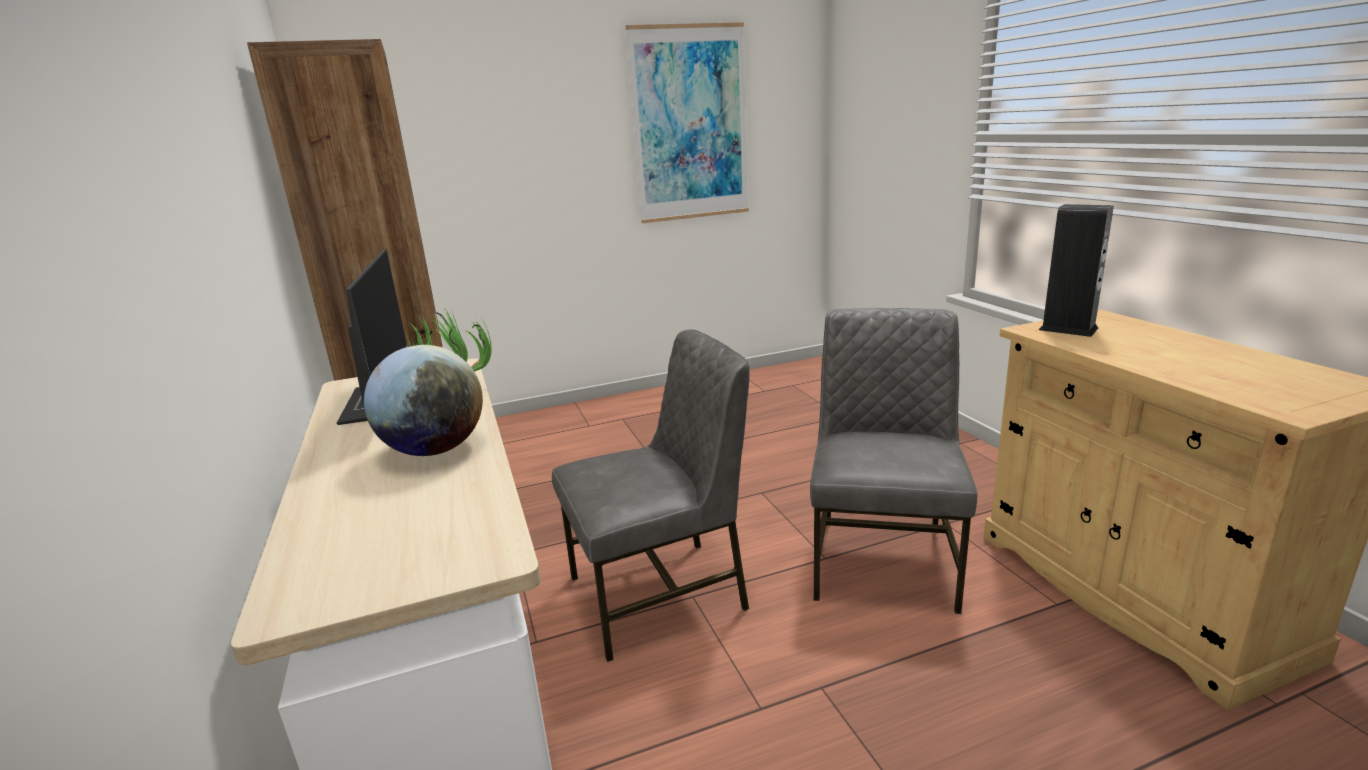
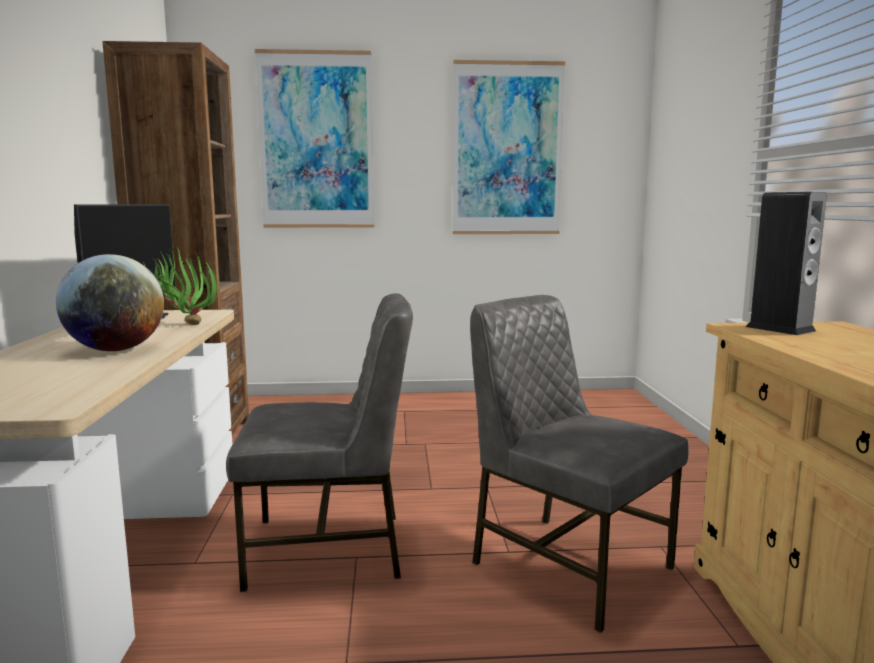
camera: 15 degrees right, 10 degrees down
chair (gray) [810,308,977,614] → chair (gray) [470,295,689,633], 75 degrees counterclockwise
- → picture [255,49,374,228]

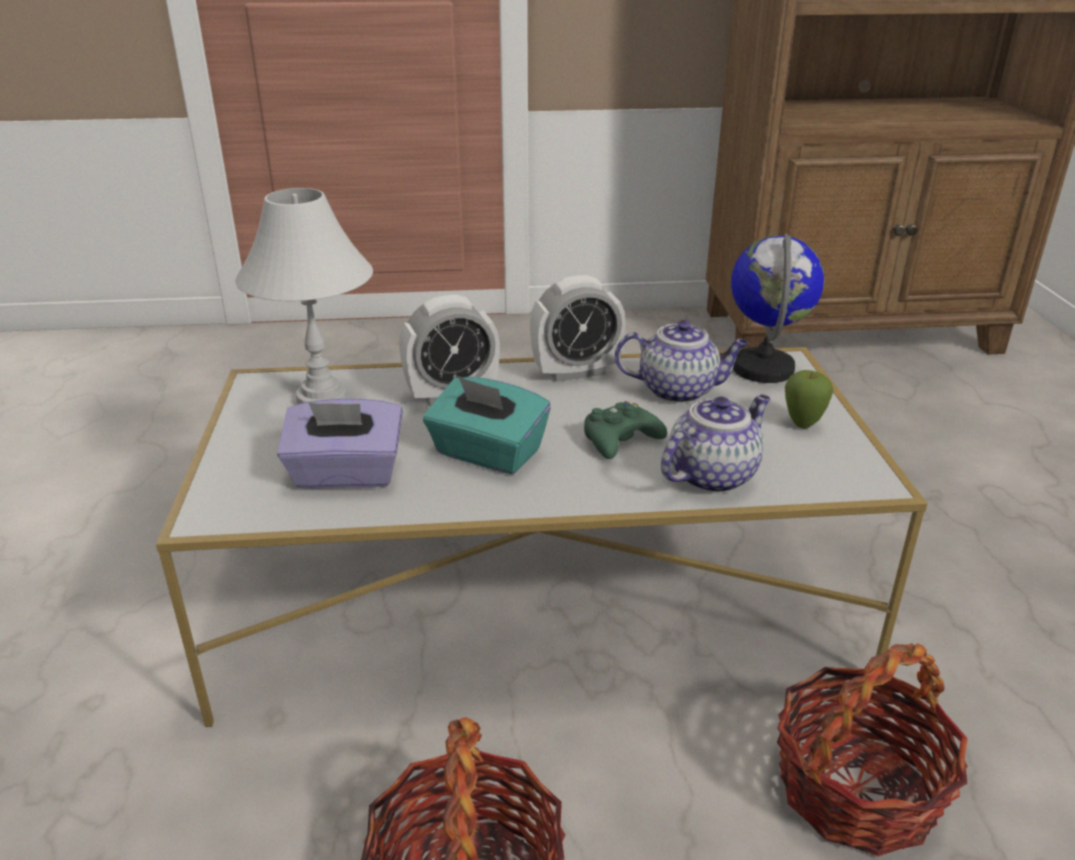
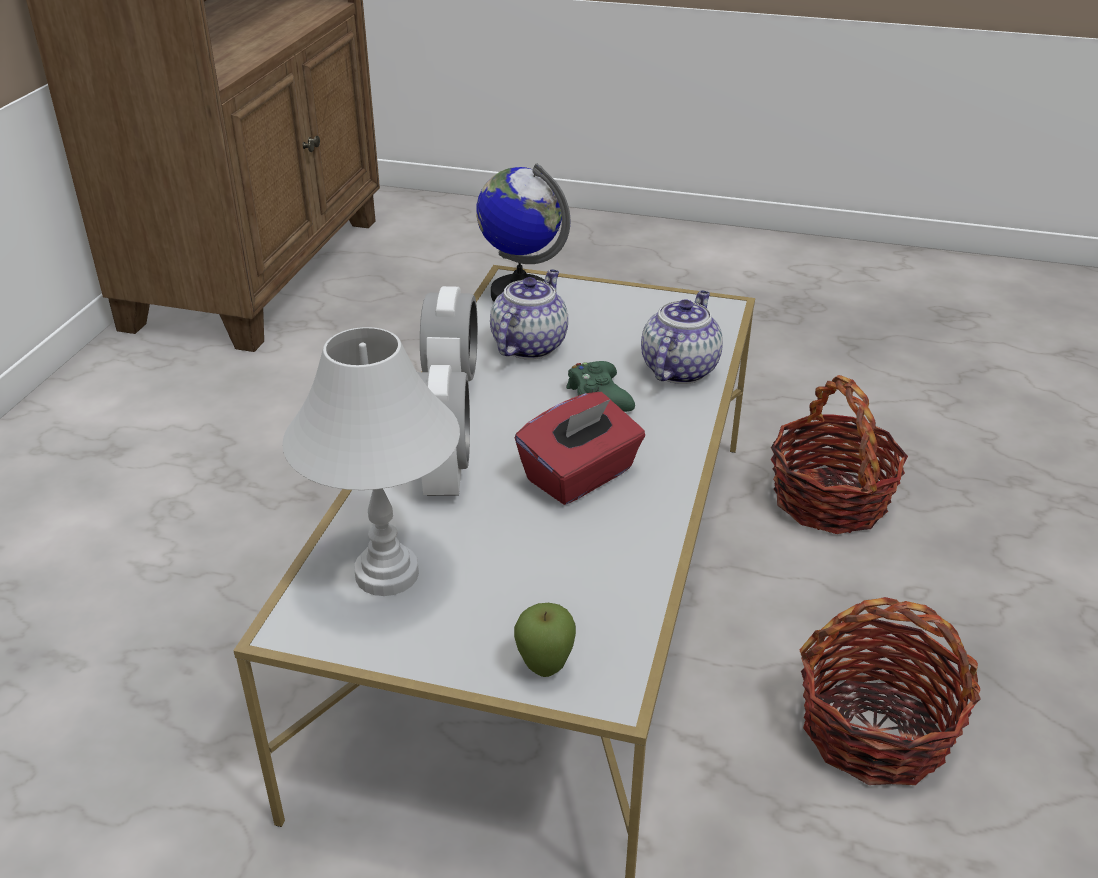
camera: 70 degrees left, 5 degrees up
tissue holder (purple-coloured) [277,398,403,489] → -
tissue holder (blue-green) [423,376,551,474] → tissue holder (red) [515,392,645,505]
teapot [661,395,770,493] → teapot [641,290,723,384], 45 degrees clockwise
whole apple [785,370,833,429] → whole apple [514,603,576,677], move

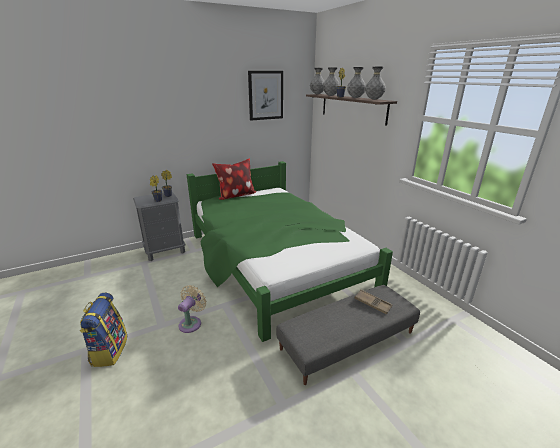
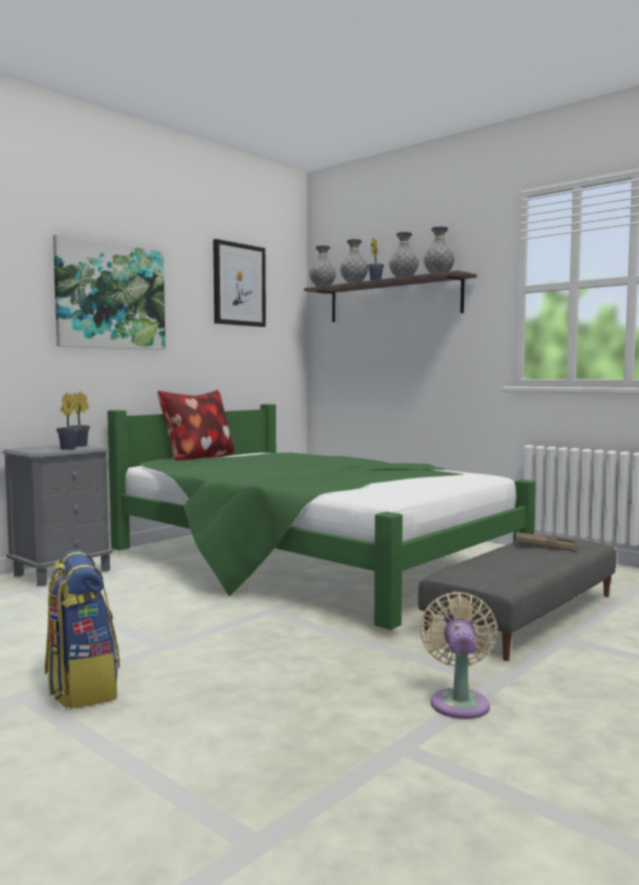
camera: 20 degrees left, 20 degrees down
electric fan (beige-coloured) [178,285,206,333] → electric fan (beige-coloured) [420,592,498,719], move
- → picture [53,235,166,350]

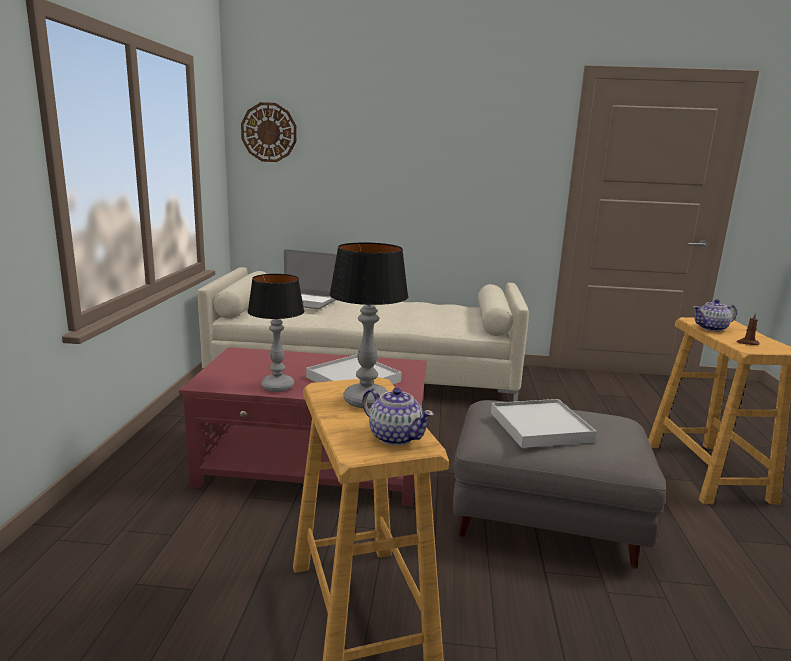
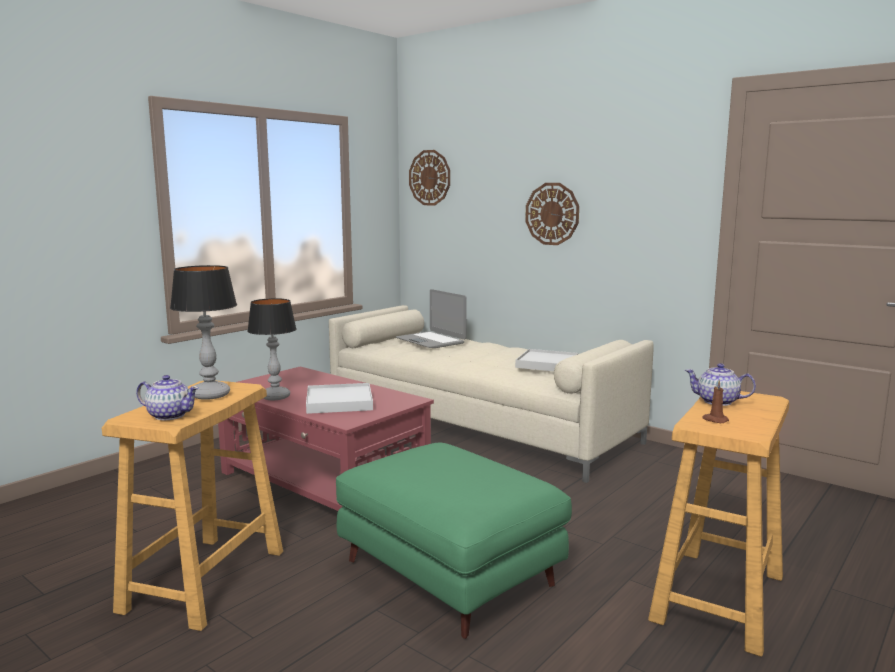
camera: 35 degrees right, 5 degrees down
teapot [362,388,434,446] → teapot [136,375,199,420], 60 degrees counterclockwise
pouffe (gray) [453,400,666,568] → pouffe (green) [336,443,572,639]
tray (whitish) [491,399,597,448] → tray (whitish) [515,349,578,371], move
- → clock on the wall [525,183,579,245]

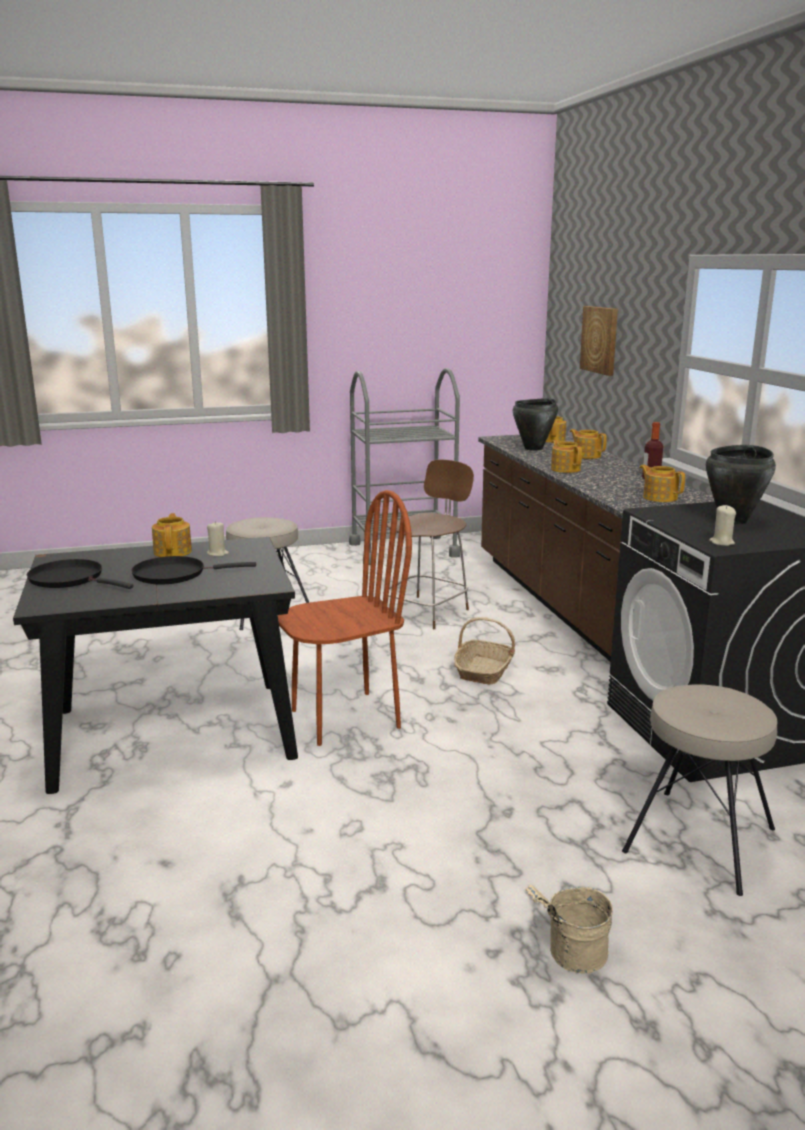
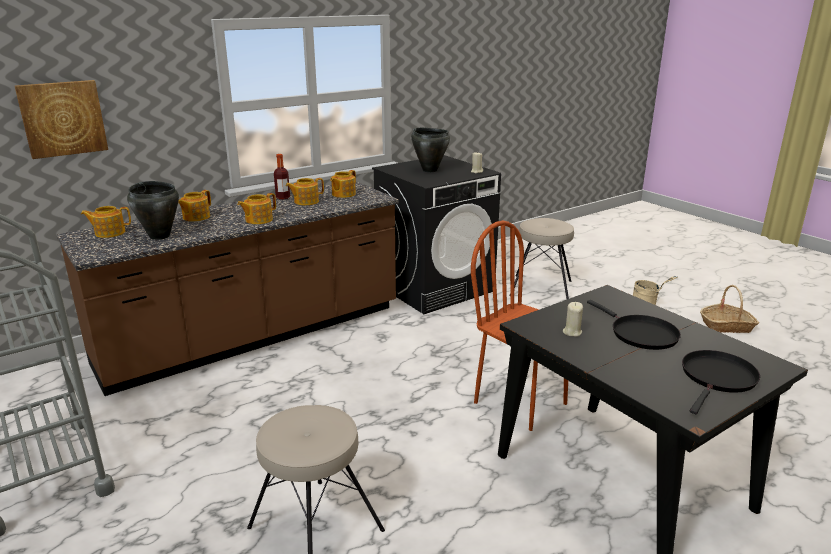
camera: 110 degrees left, 5 degrees up
pan (blackish) [27,559,133,589] → pan (blackish) [682,350,760,414], 150 degrees counterclockwise
teapot [152,513,192,557] → teapot [286,178,324,205], move
chair (brown) [383,459,474,629] → -
household basket [454,617,515,684] → household basket [700,285,759,333], move

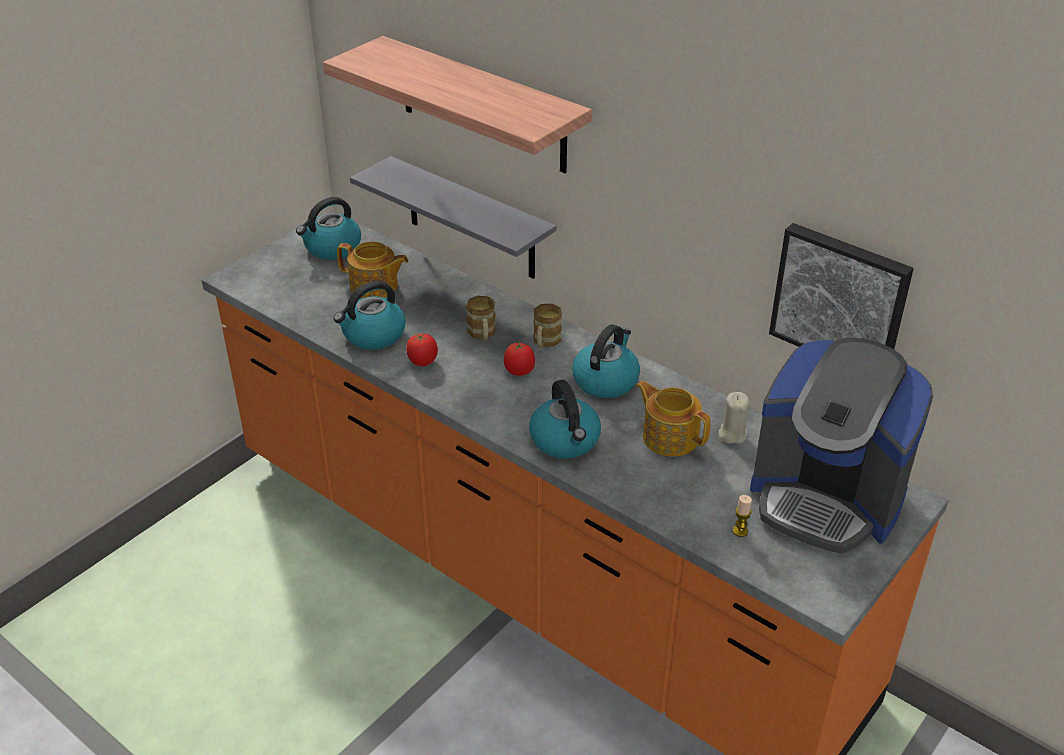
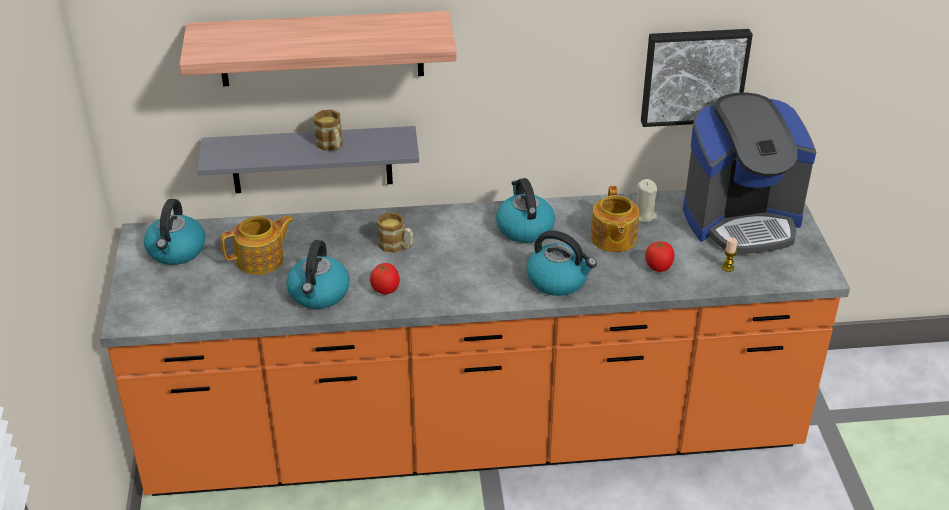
camera: 45 degrees left, 0 degrees up
whole tomato [504,341,535,376] → whole tomato [645,241,675,272], move
mug [533,304,562,348] → mug [314,110,342,151], move
teapot [636,381,711,457] → teapot [591,186,639,252], 90 degrees counterclockwise

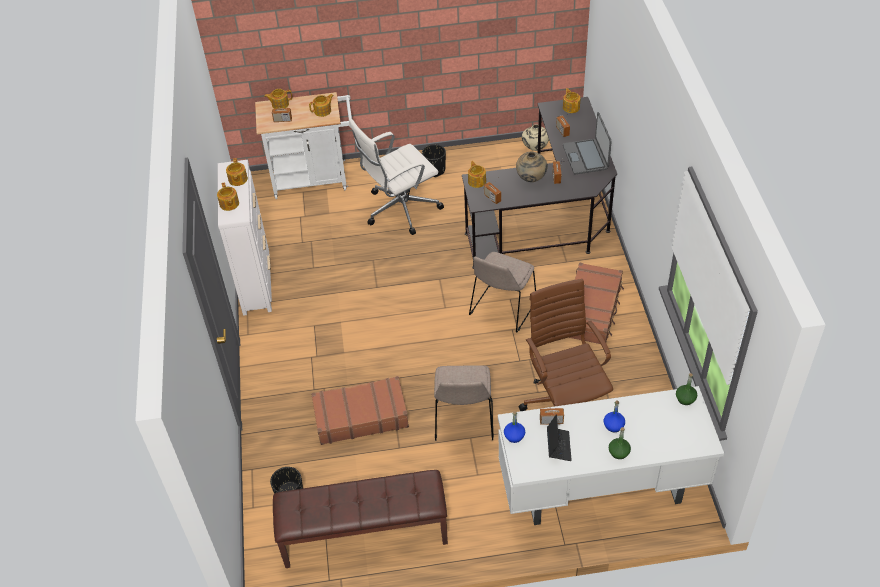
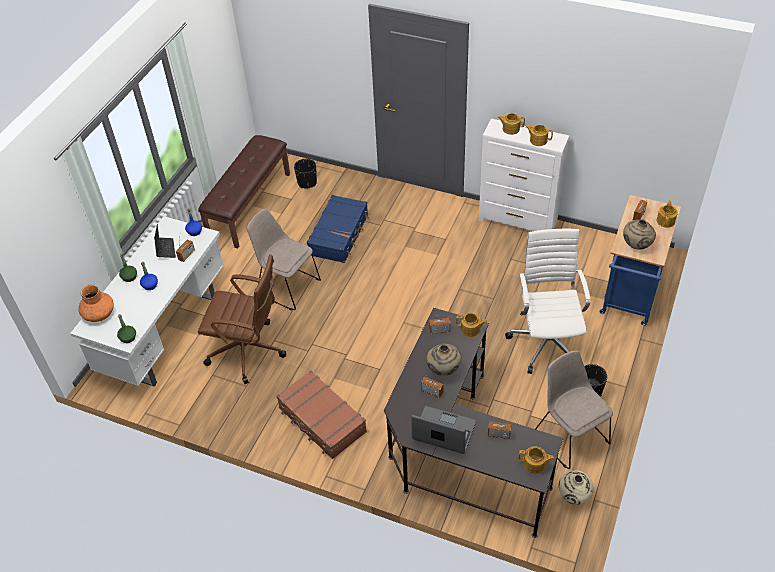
camera: 120 degrees right, 0 degrees up
wheeled cart (whitish) [255,92,352,199] → wheeled cart (blue-coloured) [599,195,681,325]
teapot [309,94,334,117] → decorative vase (beige-coloured) [623,219,656,250]
suitcase (brown) [311,376,409,445] → suitcase (blue-coloured) [307,195,369,263]
chair (beige-coloured) [469,252,536,333] → chair (beige-coloured) [535,350,613,469], move
laptop [547,414,572,461] → laptop [154,224,176,258], 135 degrees counterclockwise
- → decorative vase (orangey) [78,284,114,322]

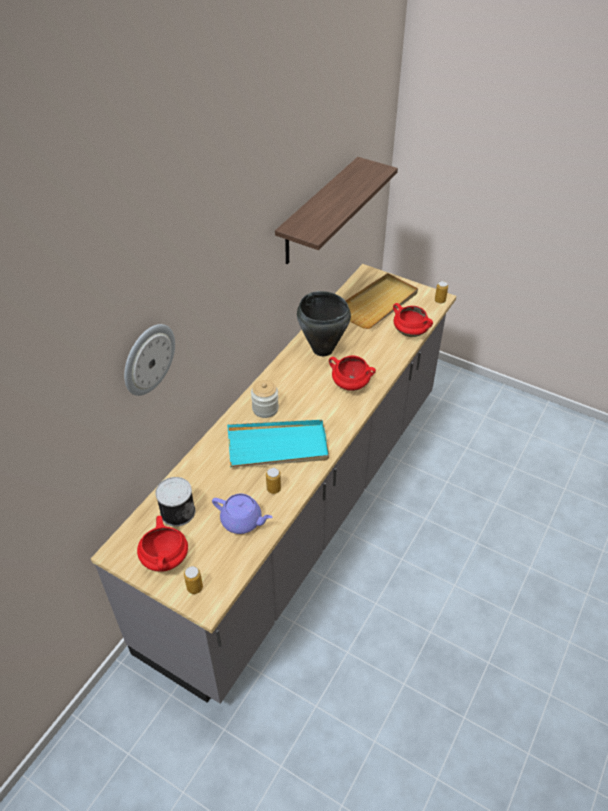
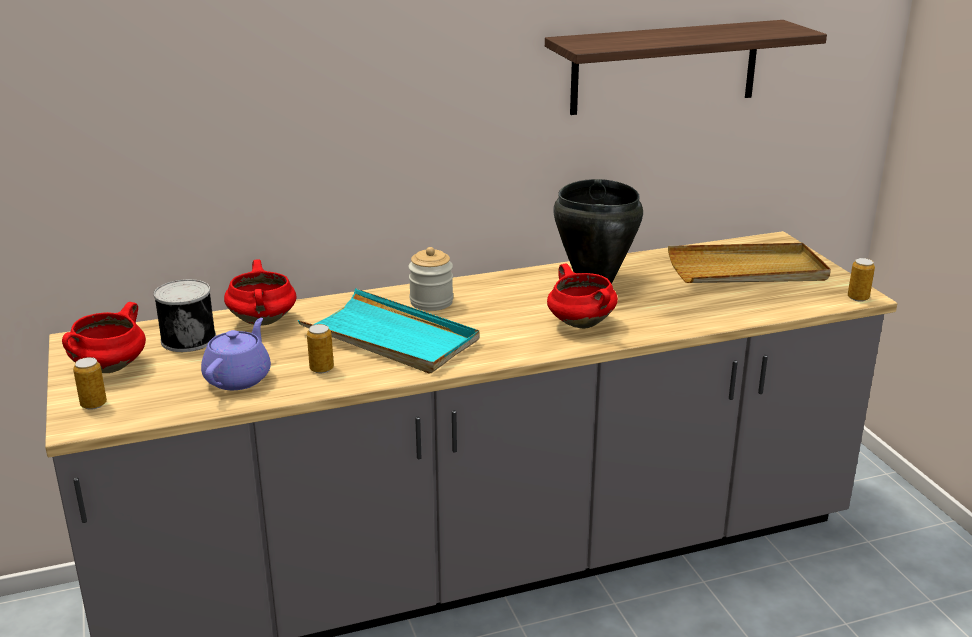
camera: 40 degrees right, 20 degrees down
clock on the wall [124,324,175,396] → -
teapot (purple-coloured) [212,494,273,534] → teapot (purple-coloured) [201,318,271,390], 135 degrees counterclockwise
saucepot (red) [393,303,433,337] → saucepot (red) [224,259,296,325], move

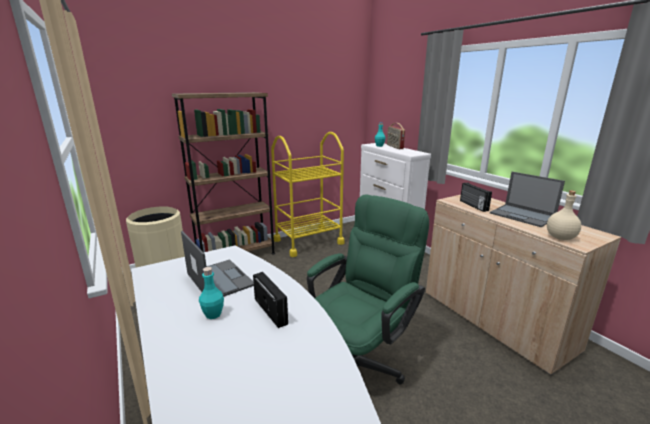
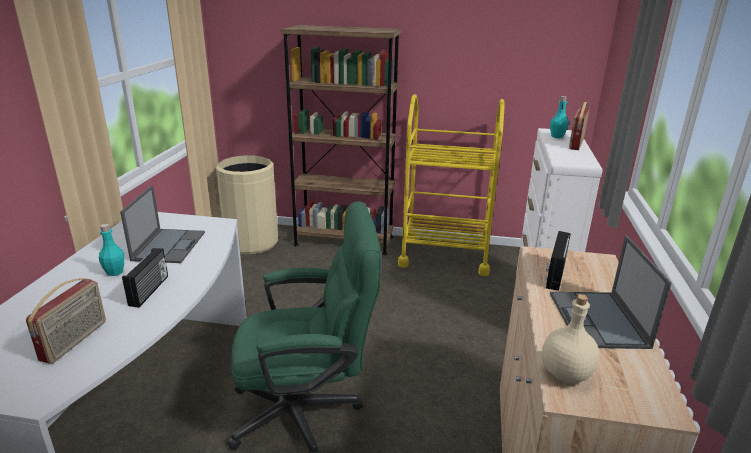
camera: 40 degrees right, 5 degrees up
- → radio set [26,278,106,364]

